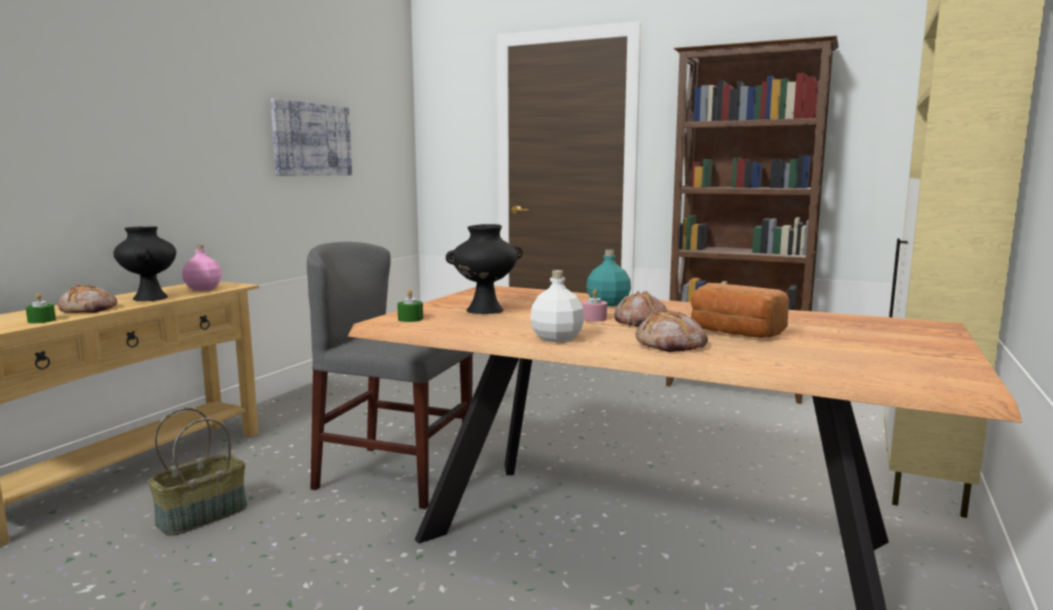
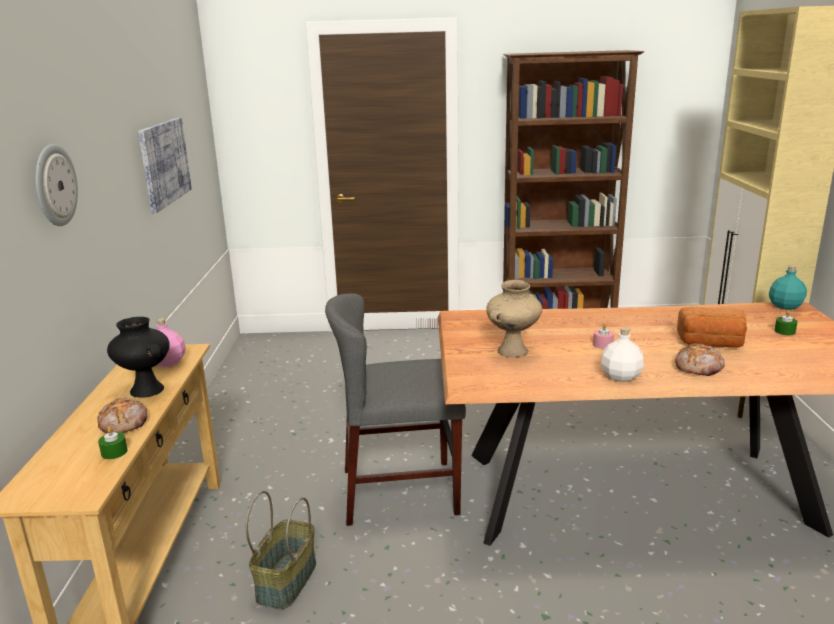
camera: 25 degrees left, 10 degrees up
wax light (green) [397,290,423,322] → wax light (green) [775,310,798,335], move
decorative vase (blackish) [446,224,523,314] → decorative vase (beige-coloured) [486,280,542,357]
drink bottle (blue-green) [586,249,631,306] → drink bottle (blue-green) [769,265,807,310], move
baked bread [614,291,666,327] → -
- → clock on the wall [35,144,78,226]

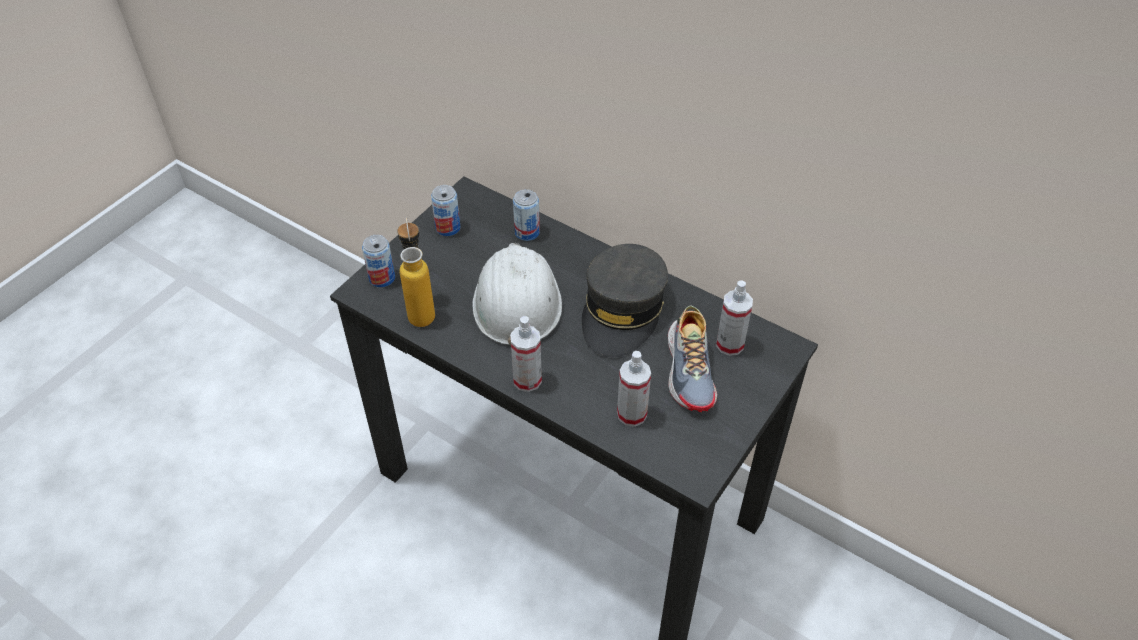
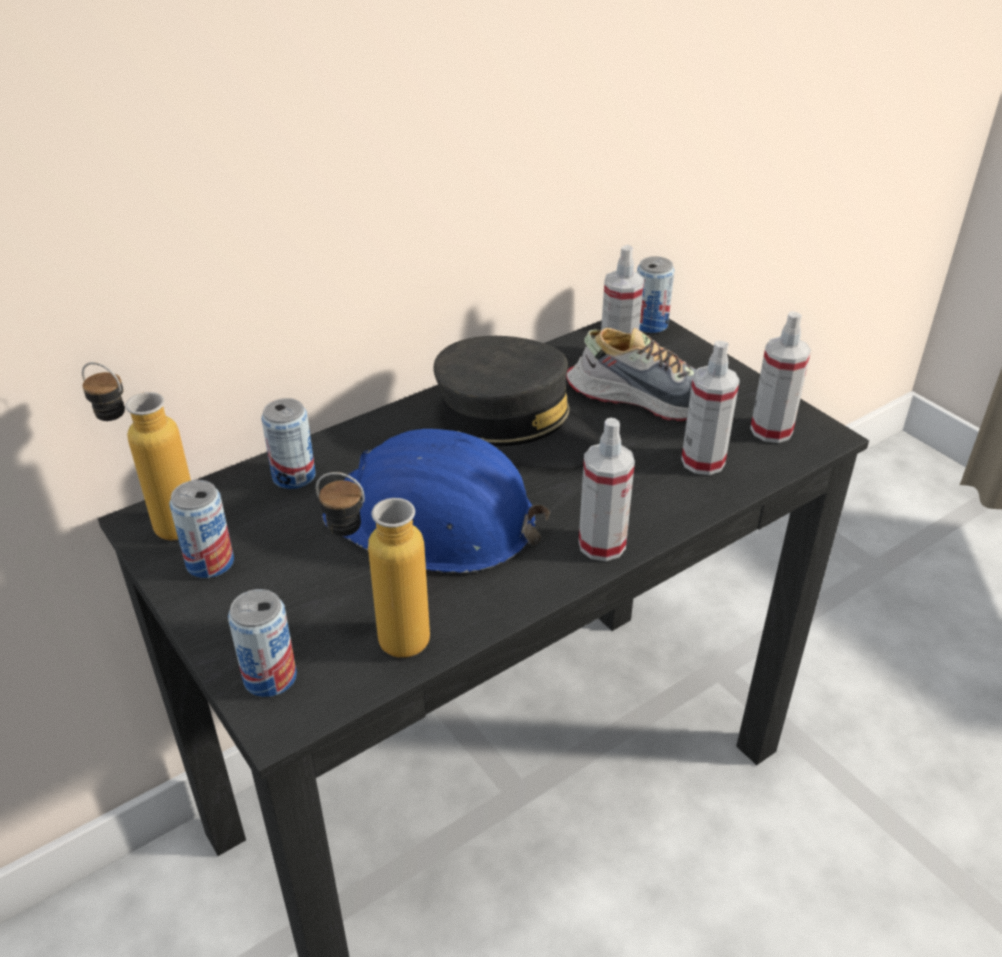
camera: 70 degrees left, 10 degrees down
safety helmet (whitish) [472,243,562,347] → safety helmet (blue-coloured) [322,429,550,573]
- → drink bottle [82,362,191,540]
- → sealed can [637,256,675,333]
- → spray bottle [750,311,811,443]

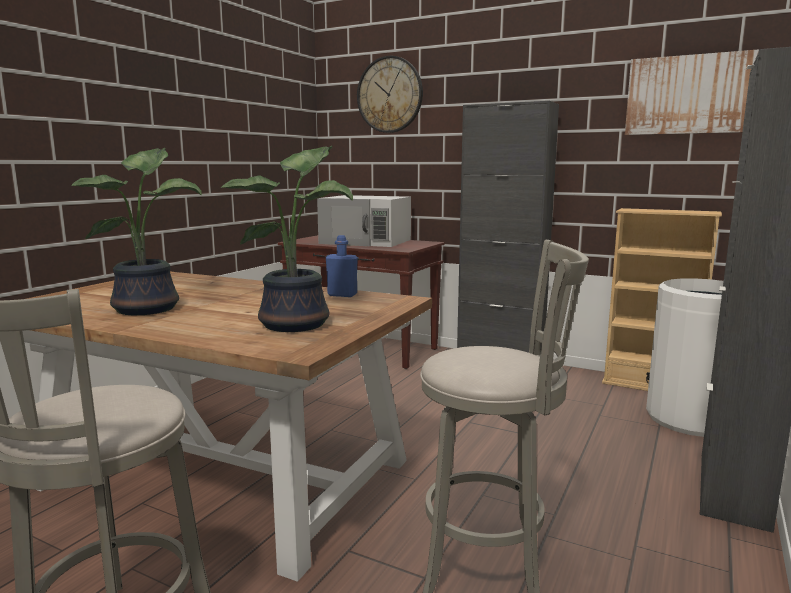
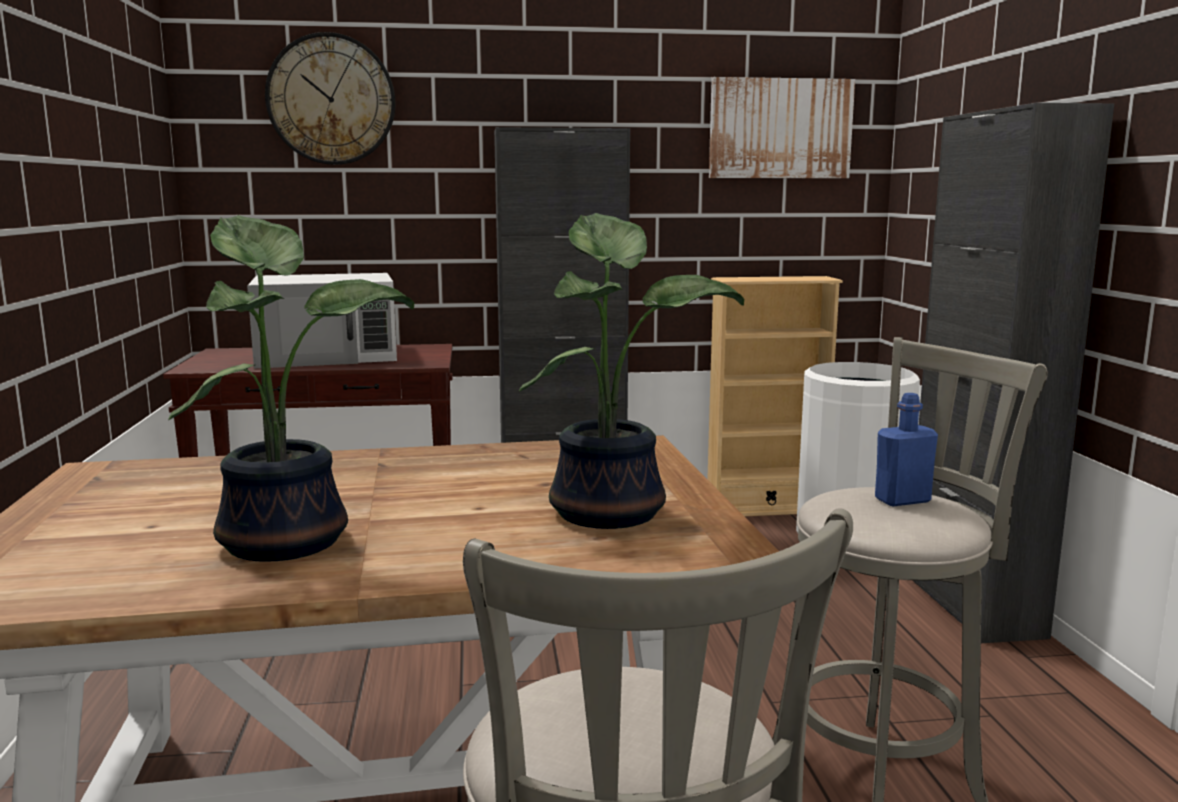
camera: 35 degrees left, 0 degrees up
drink bottle (blue-coloured) [326,235,358,297] → drink bottle (blue-coloured) [875,393,938,506], move

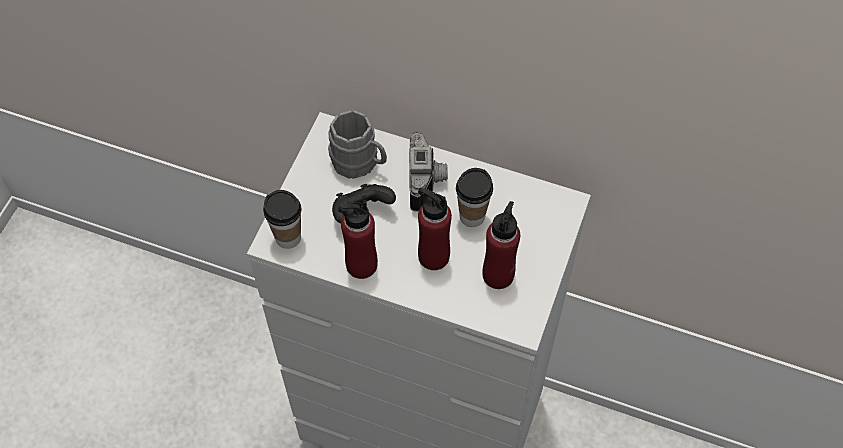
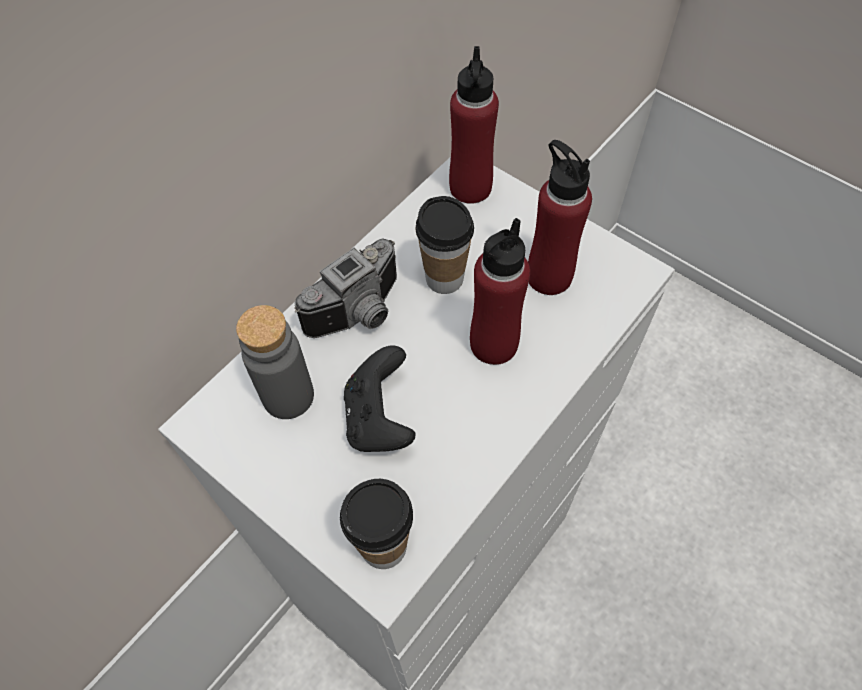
camera: 70 degrees left, 0 degrees up
mug (gray) [328,110,387,179] → drink bottle (gray) [236,305,314,419]
drink bottle (red) [338,200,378,279] → drink bottle (red) [449,46,499,204], move
still camera [409,131,448,212] → still camera [294,238,397,338], 120 degrees clockwise

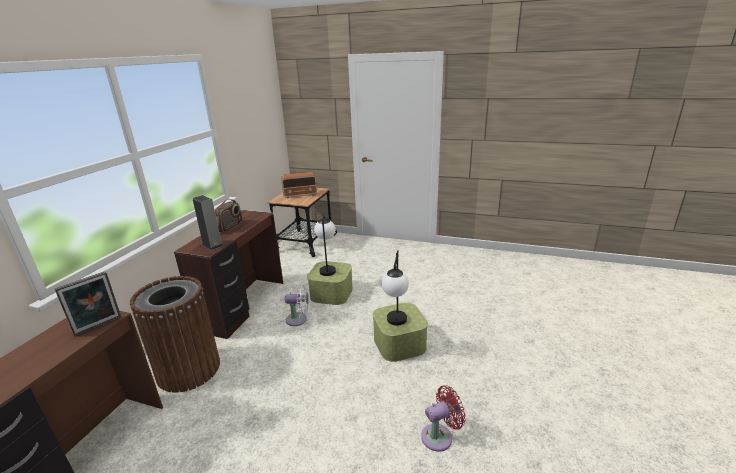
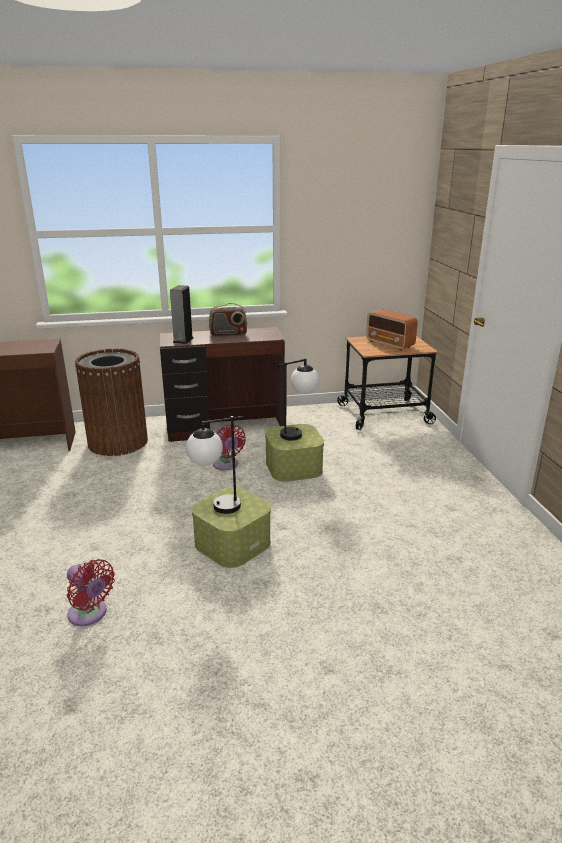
camera: 60 degrees right, 0 degrees up
photo frame [54,271,121,336] → -
electric fan (whitish) [285,284,309,326] → electric fan (red) [213,425,246,470]

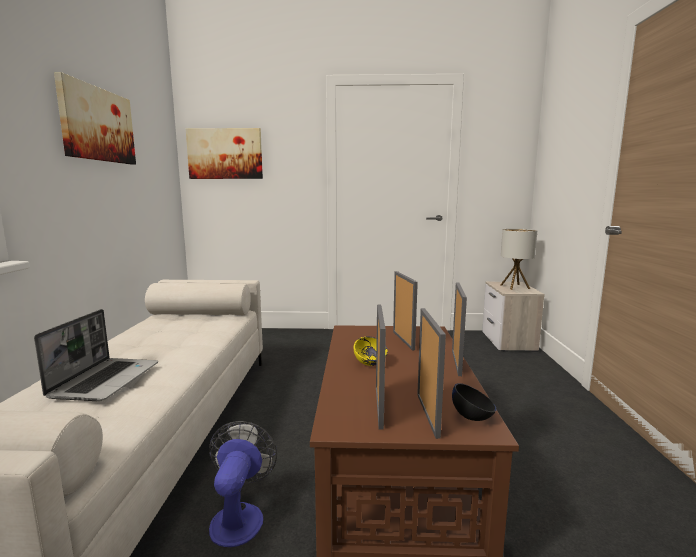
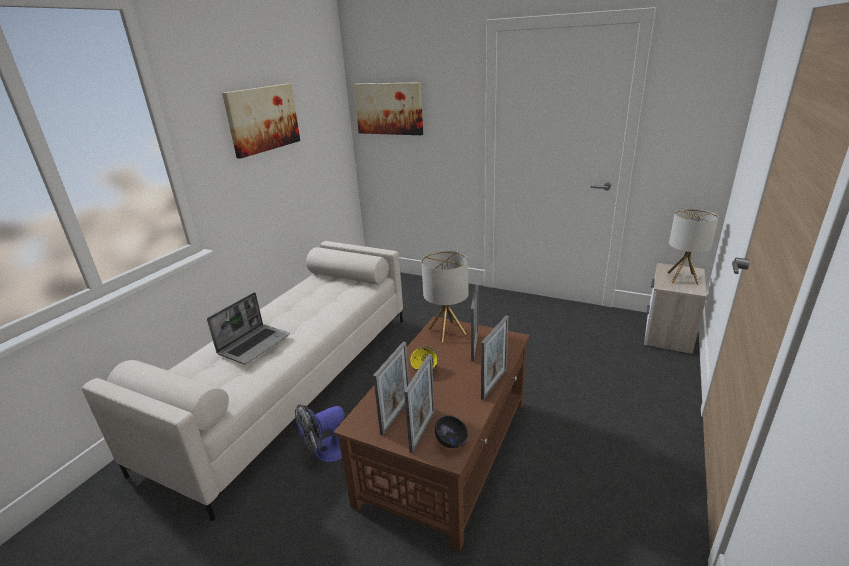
camera: 25 degrees right, 15 degrees up
electric fan [209,421,277,547] → electric fan [295,404,345,462], 150 degrees counterclockwise
- → tabletop lamp [421,251,468,343]

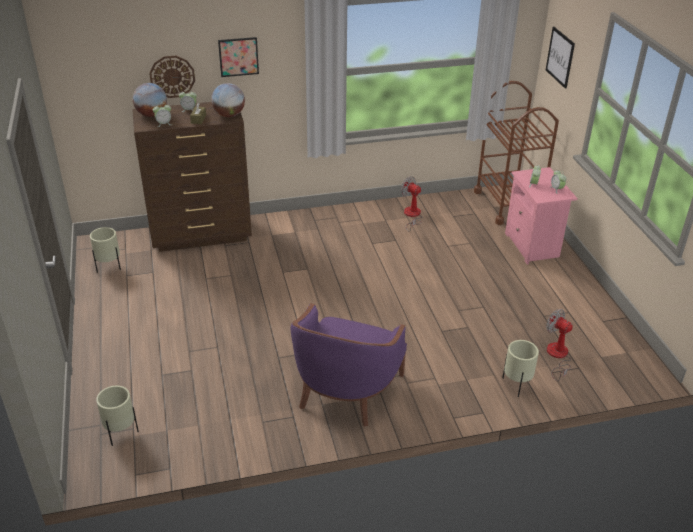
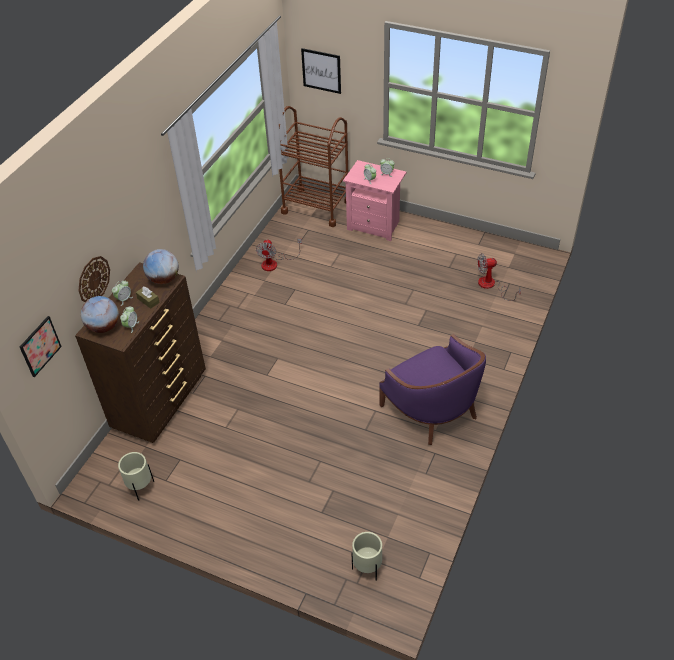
camera: 50 degrees left, 10 degrees up
picture [218,37,259,77] → picture [20,316,62,377], move
electric fan [401,176,422,232] → electric fan [256,238,302,271], 75 degrees counterclockwise
flower pot (beige-coloured) [502,340,539,397] → -

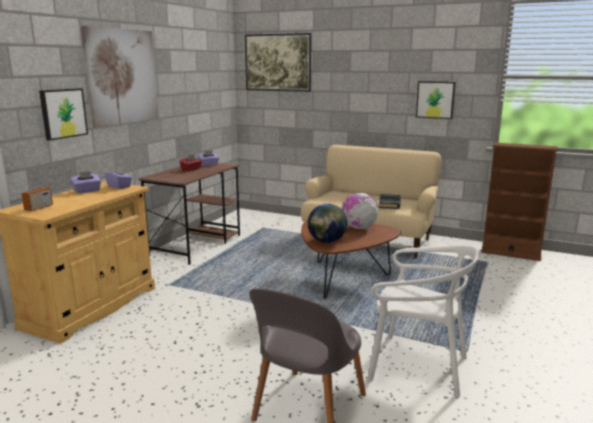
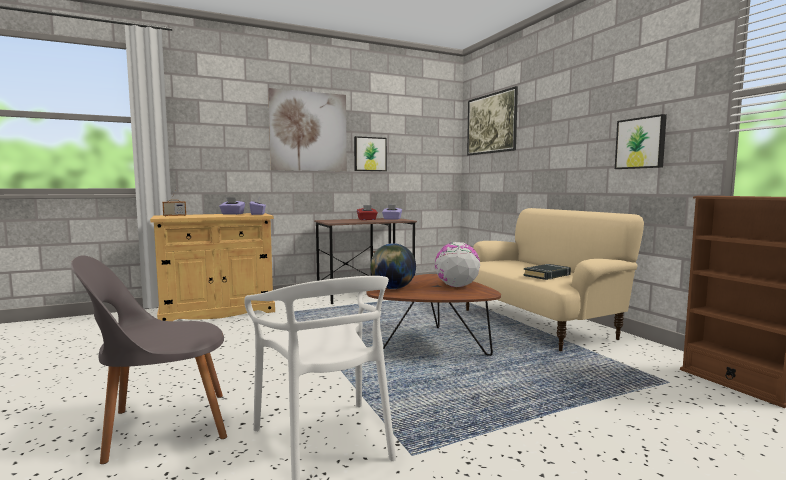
camera: 40 degrees right, 10 degrees down
picture [39,88,88,140] → picture [354,136,387,171], move

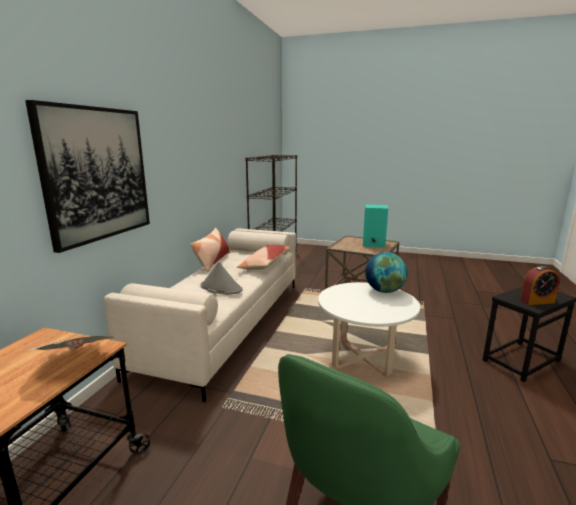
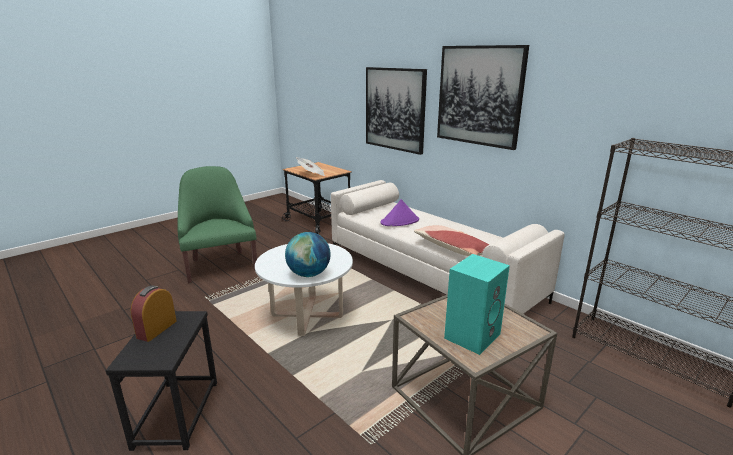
camera: 120 degrees right, 5 degrees up
pillow [190,228,231,271] → -
wearable hat (gray) [200,262,243,295] → wearable hat (purple-coloured) [381,199,419,226]
- → picture [437,45,529,150]

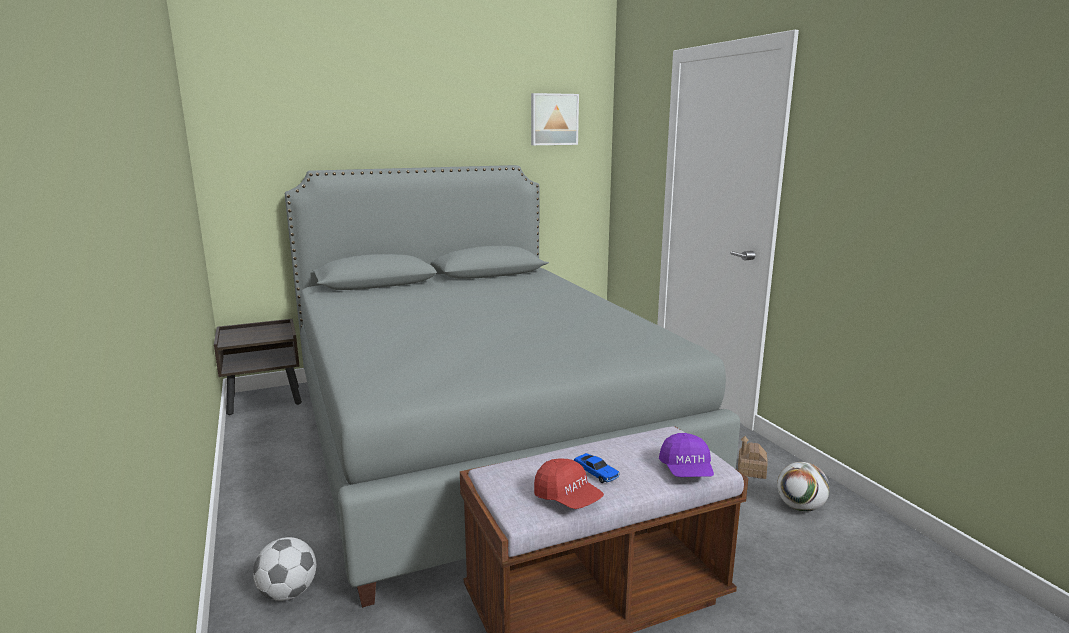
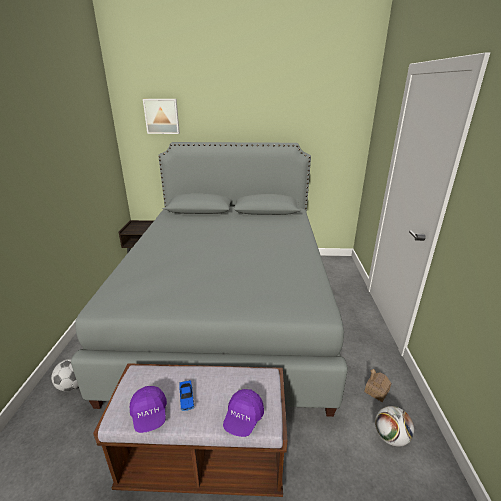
camera: 25 degrees right, 10 degrees up
picture [531,93,579,145] → picture [143,99,180,134], move
peaked cap (red) [534,458,604,509] → peaked cap (purple-coloured) [130,386,167,433]

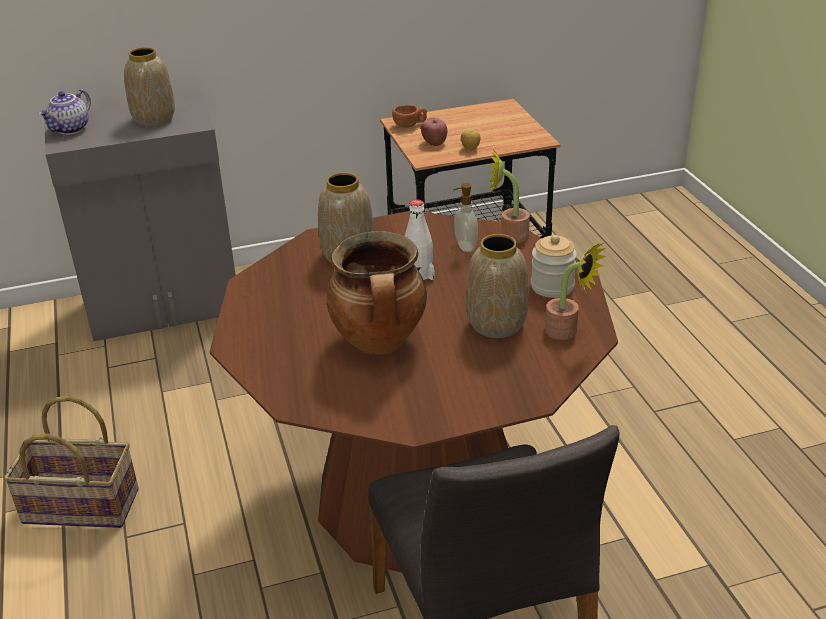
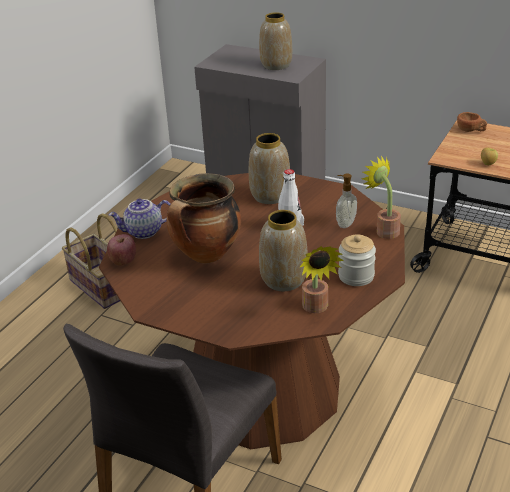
camera: 45 degrees right, 0 degrees up
teapot [39,89,91,135] → teapot [108,199,170,239], move
whole apple [421,118,447,146] → whole apple [107,234,136,266], move

